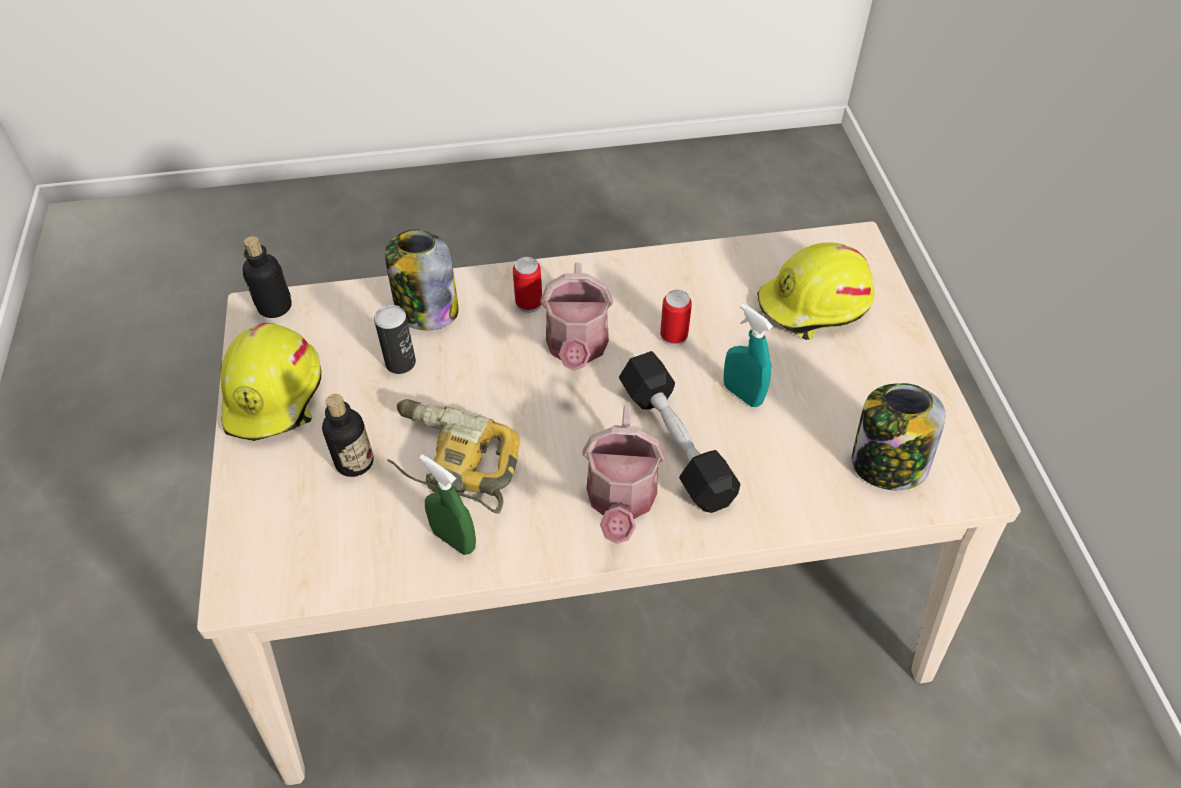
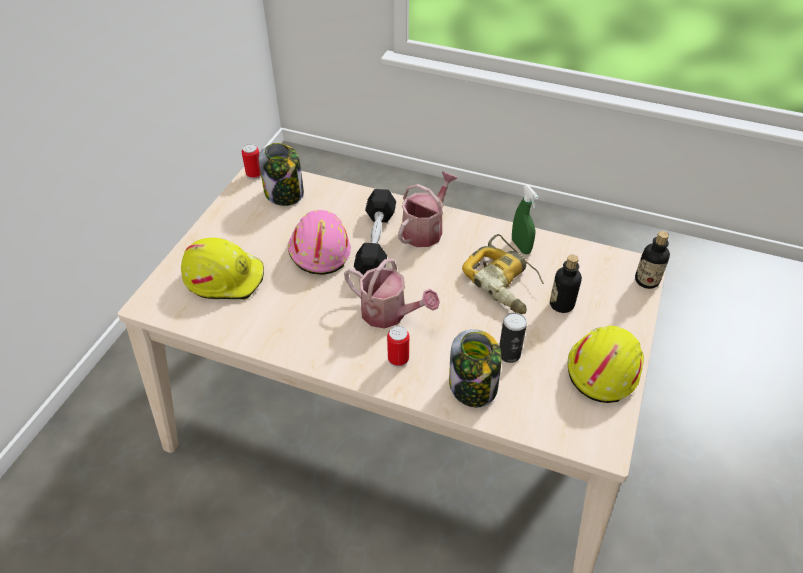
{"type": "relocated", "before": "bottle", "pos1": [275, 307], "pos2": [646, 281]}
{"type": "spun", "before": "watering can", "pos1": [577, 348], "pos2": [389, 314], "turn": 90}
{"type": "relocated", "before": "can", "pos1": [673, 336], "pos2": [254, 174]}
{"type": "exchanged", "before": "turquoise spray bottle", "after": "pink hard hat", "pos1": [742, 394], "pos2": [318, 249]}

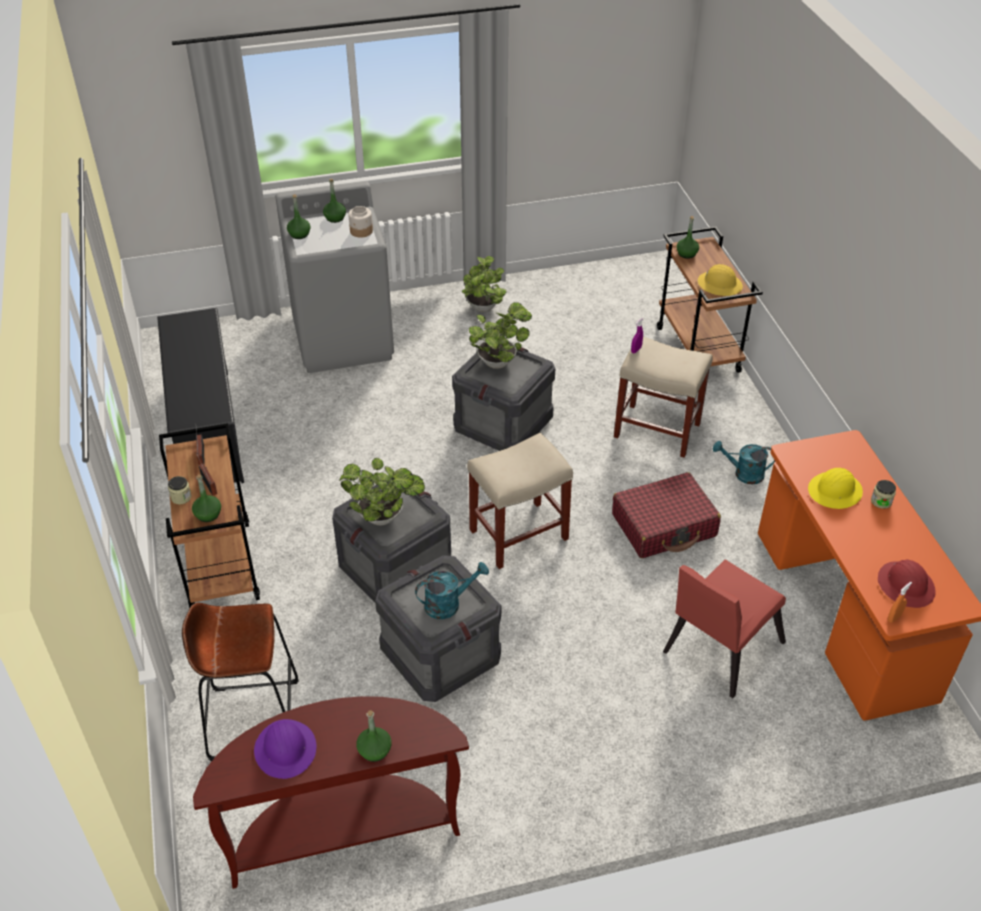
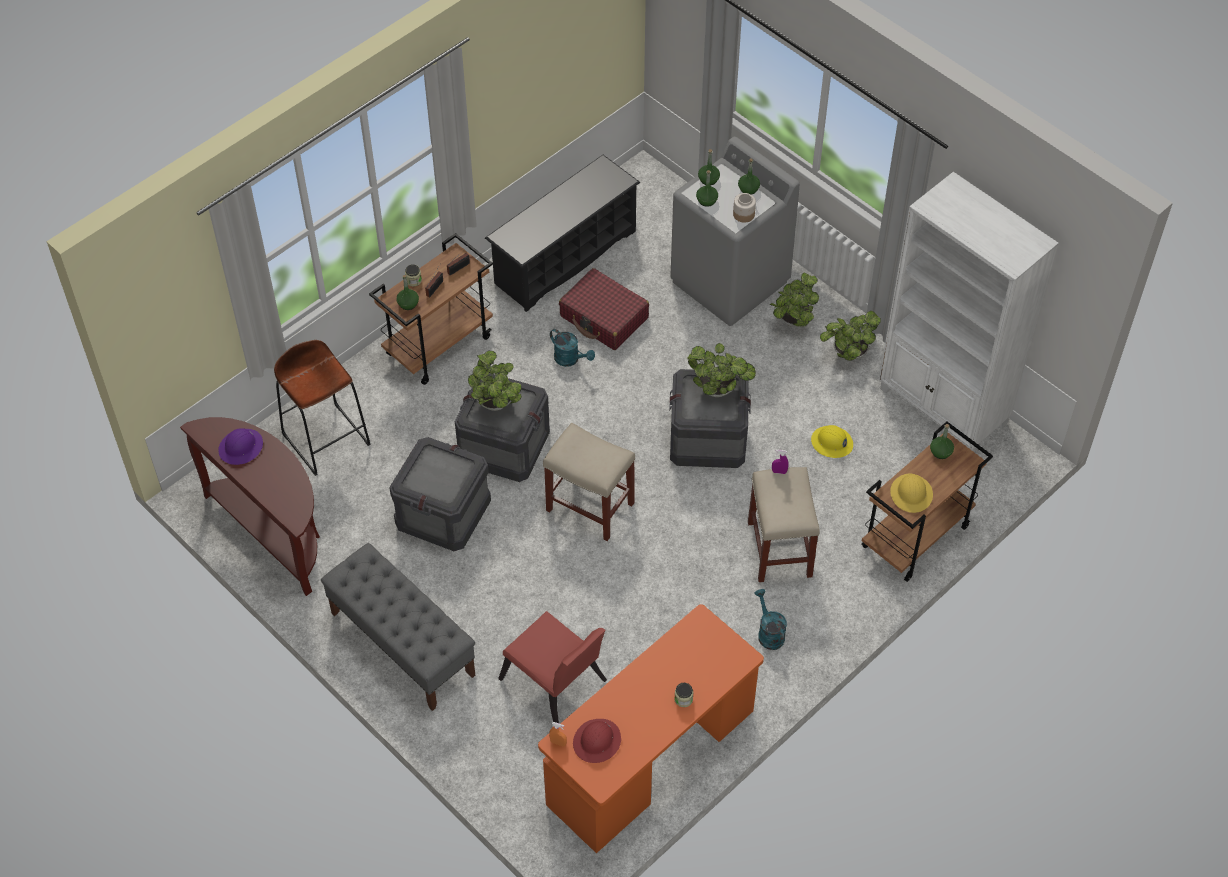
{"type": "relocated", "before": "yellow hard hat", "pos1": [835, 491], "pos2": [832, 443]}
{"type": "relocated", "before": "red suitcase", "pos1": [664, 525], "pos2": [604, 317]}
{"type": "spun", "before": "red chair", "pos1": [717, 650], "pos2": [556, 685], "turn": -150}
{"type": "relocated", "before": "turquoise watering can", "pos1": [448, 603], "pos2": [570, 359]}
{"type": "relocated", "before": "green bottle", "pos1": [374, 750], "pos2": [706, 200]}
{"type": "appeared", "after": "white bookcase", "pos2": [943, 407]}
{"type": "appeared", "after": "potted plant", "pos2": [793, 322]}
{"type": "appeared", "after": "grey bench", "pos2": [402, 644]}

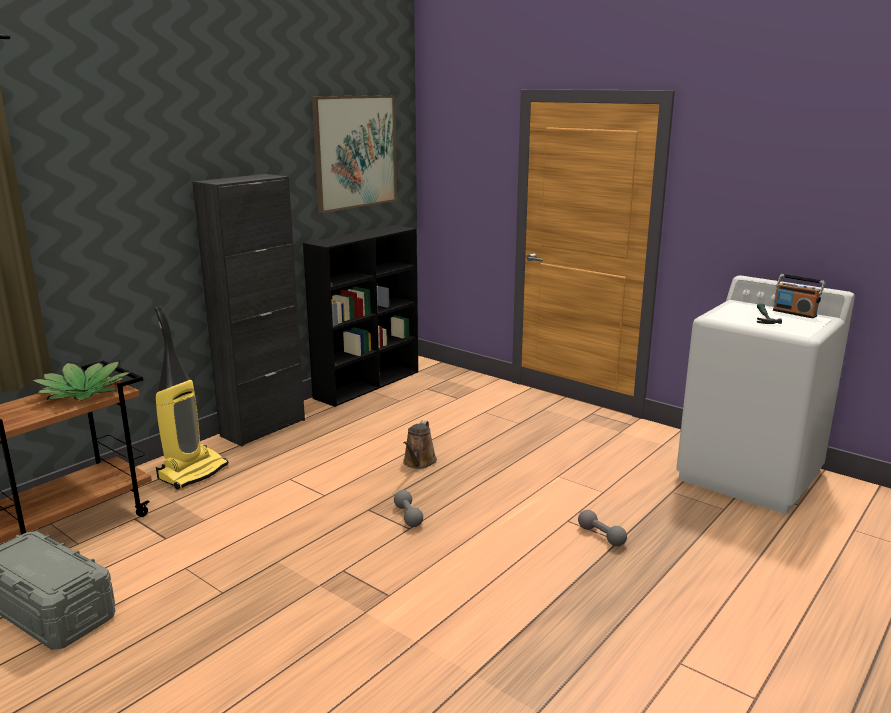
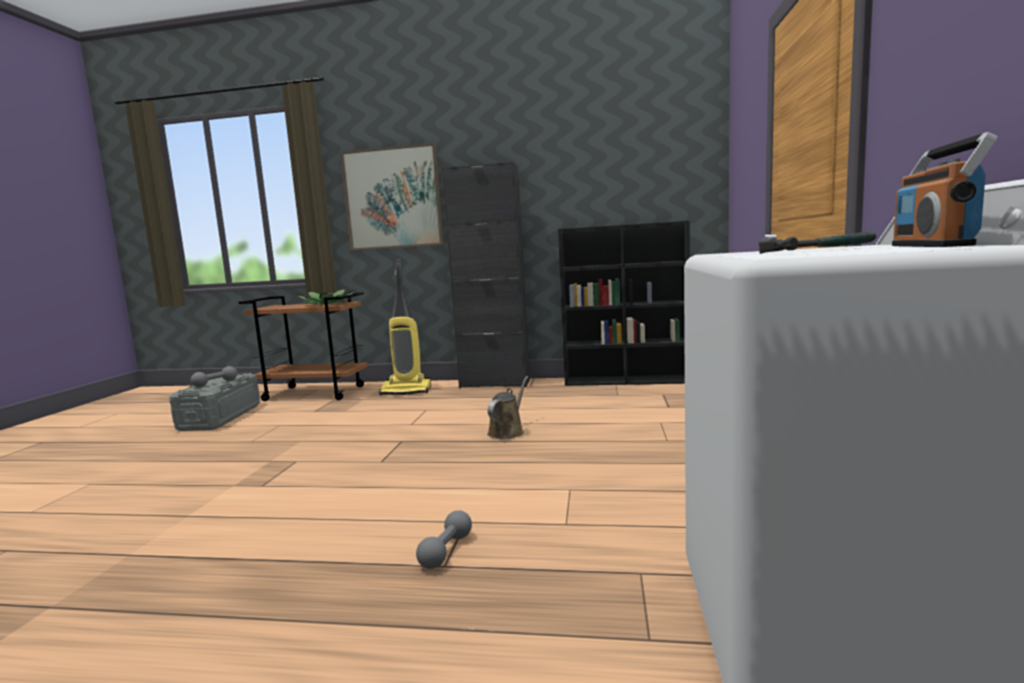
{"type": "relocated", "before": "picture", "pos1": [355, 152], "pos2": [393, 198]}
{"type": "spun", "before": "brown watering can", "pos1": [418, 462], "pos2": [507, 432], "turn": 135}
{"type": "relocated", "before": "grey dumbbell", "pos1": [408, 516], "pos2": [215, 383]}

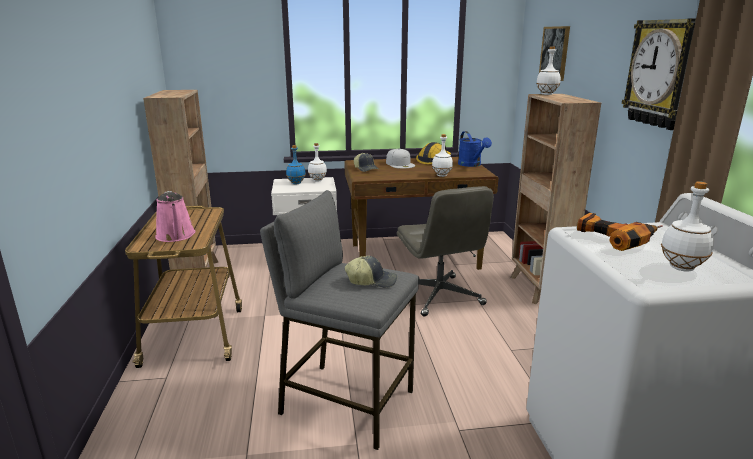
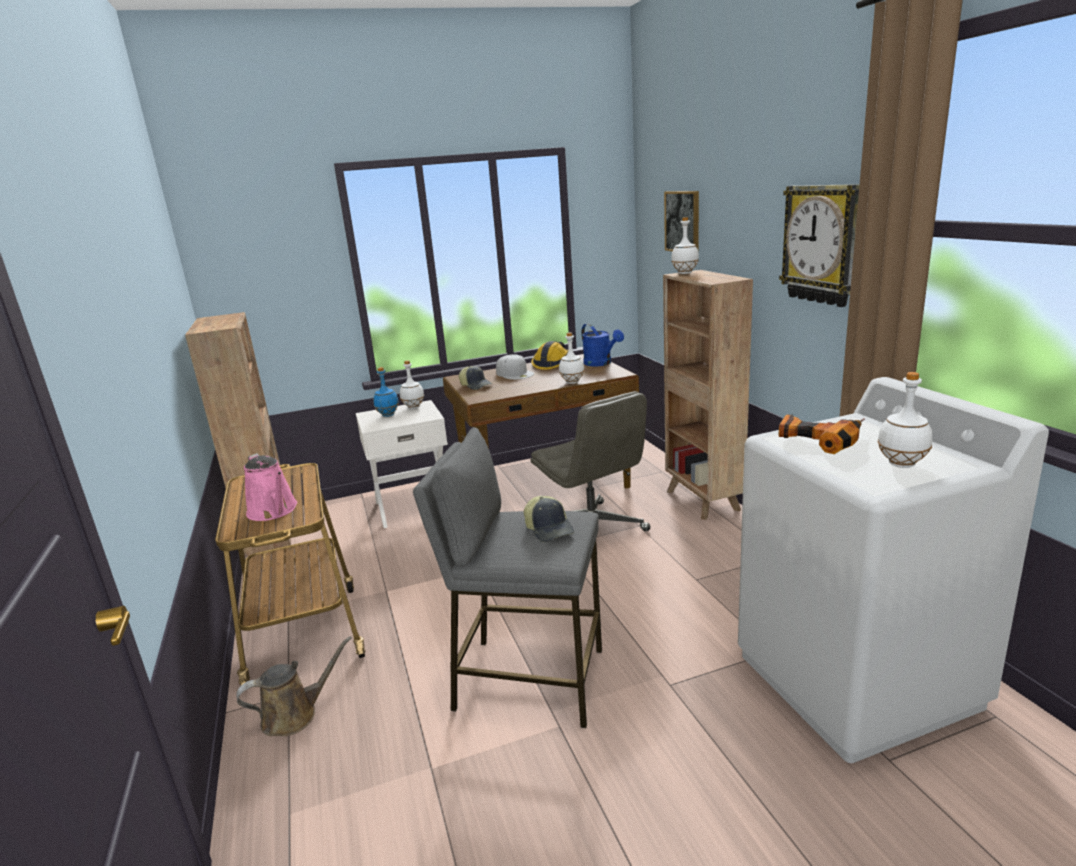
{"type": "spun", "before": "cap", "pos1": [372, 281], "pos2": [549, 529], "turn": 75}
{"type": "appeared", "after": "brown watering can", "pos2": [295, 715]}

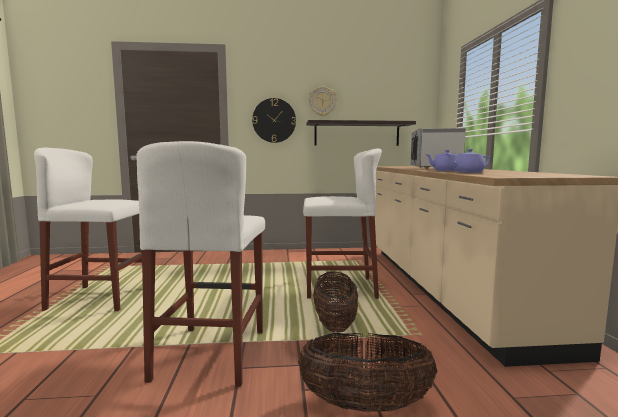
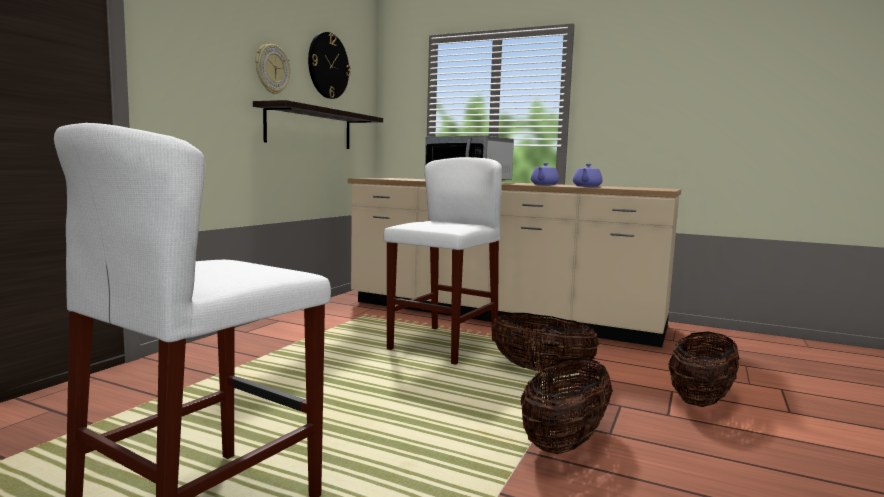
{"type": "relocated", "before": "wall clock", "pos1": [274, 120], "pos2": [328, 66]}
{"type": "exchanged", "before": "white stool", "after": "basket", "pos1": [211, 353], "pos2": [564, 442]}

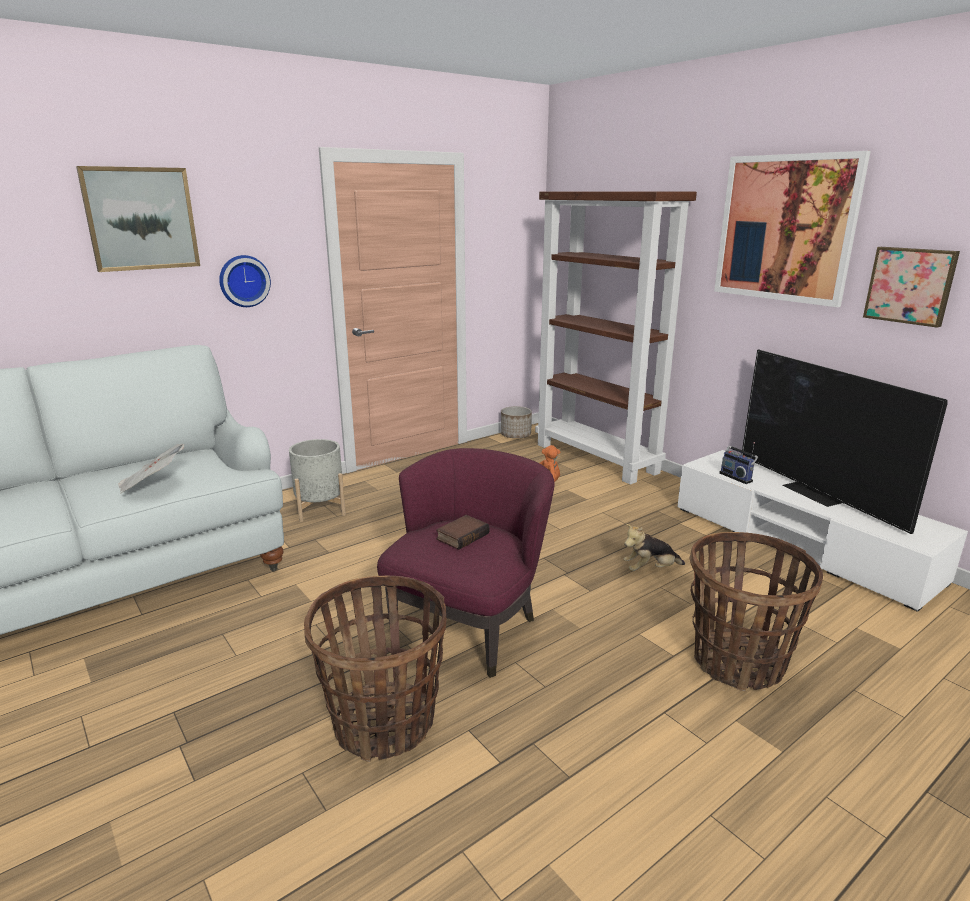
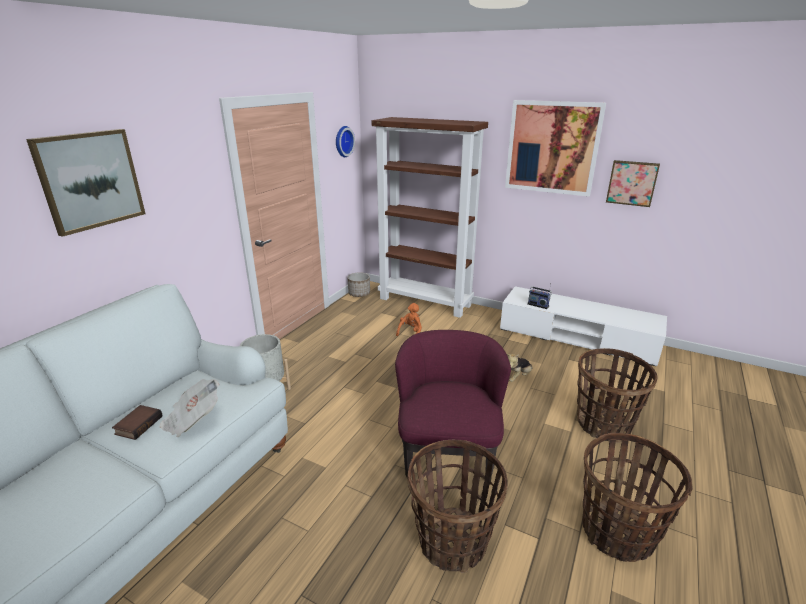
{"type": "relocated", "before": "wall clock", "pos1": [243, 281], "pos2": [342, 141]}
{"type": "missing", "before": "television", "pos1": [816, 493]}
{"type": "relocated", "before": "book", "pos1": [462, 536], "pos2": [138, 424]}
{"type": "appeared", "after": "basket", "pos2": [617, 532]}

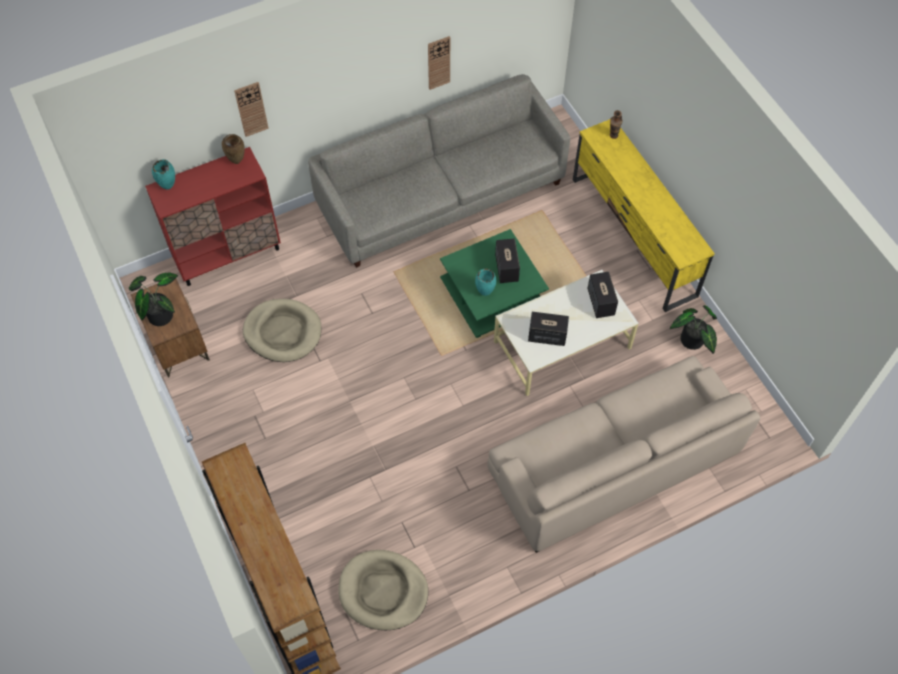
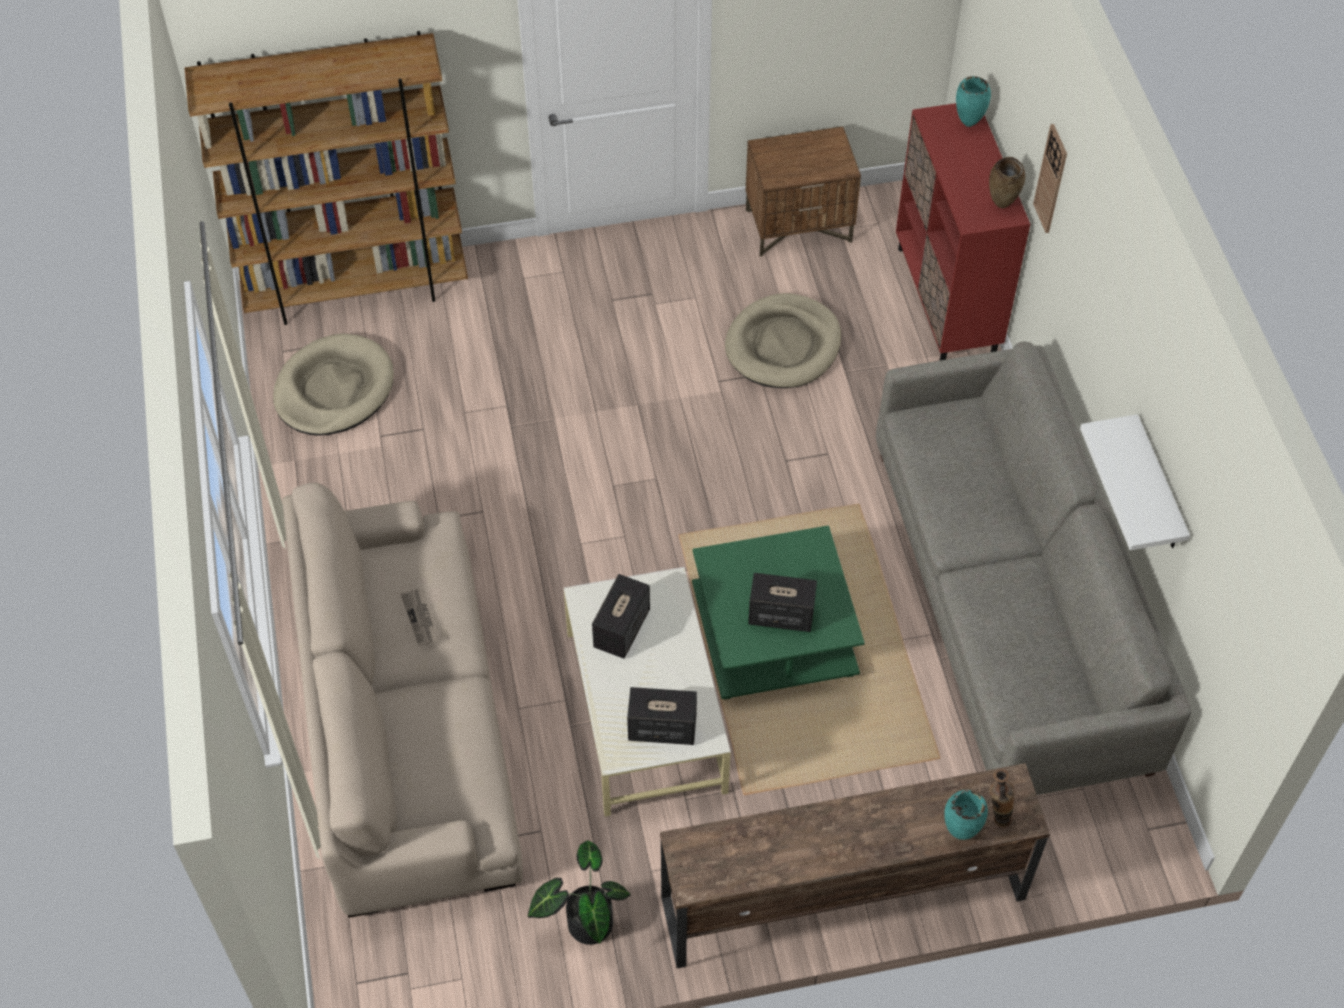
{"type": "exchanged", "before": "wall clock", "after": "white shelf", "pos1": [438, 62], "pos2": [1158, 487]}
{"type": "colour", "before": "yellow tv stand", "after": "brown tv stand", "pos1": [633, 237], "pos2": [841, 898]}
{"type": "relocated", "before": "turquoise vase", "pos1": [484, 293], "pos2": [960, 832]}
{"type": "missing", "before": "potted plant", "pos1": [159, 313]}
{"type": "appeared", "after": "newspaper", "pos2": [421, 618]}

